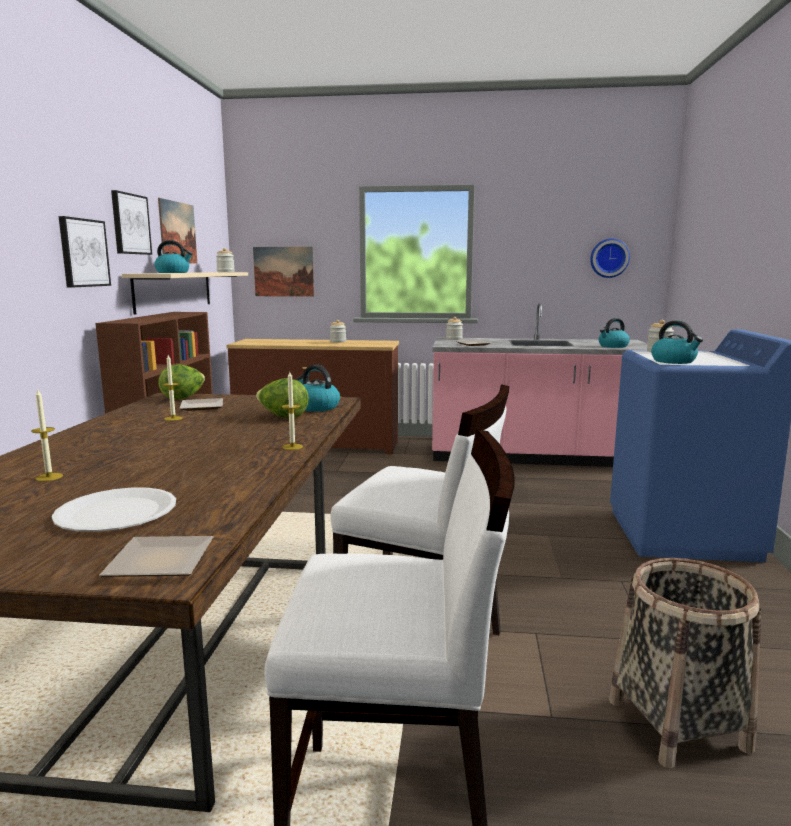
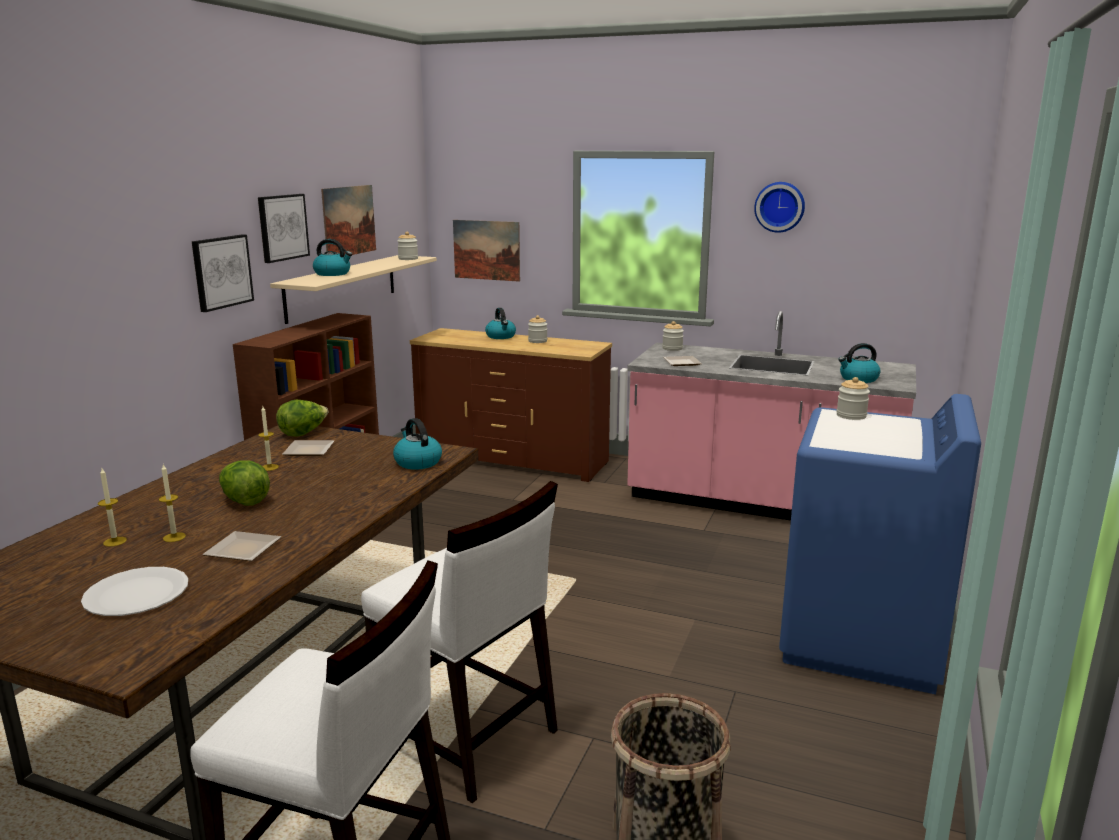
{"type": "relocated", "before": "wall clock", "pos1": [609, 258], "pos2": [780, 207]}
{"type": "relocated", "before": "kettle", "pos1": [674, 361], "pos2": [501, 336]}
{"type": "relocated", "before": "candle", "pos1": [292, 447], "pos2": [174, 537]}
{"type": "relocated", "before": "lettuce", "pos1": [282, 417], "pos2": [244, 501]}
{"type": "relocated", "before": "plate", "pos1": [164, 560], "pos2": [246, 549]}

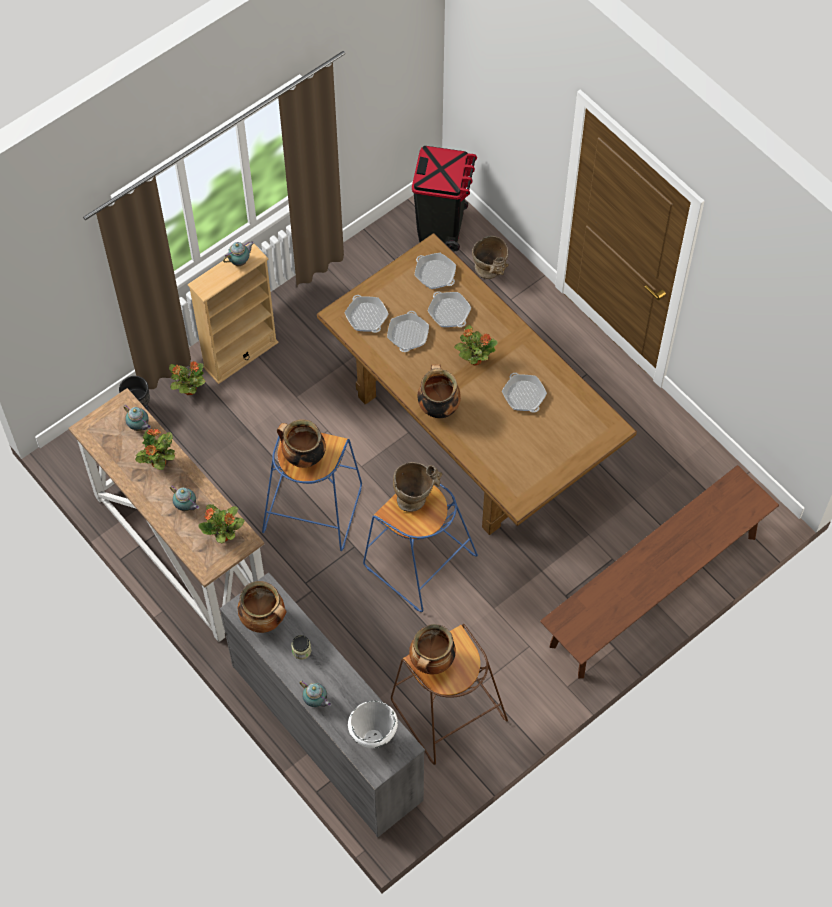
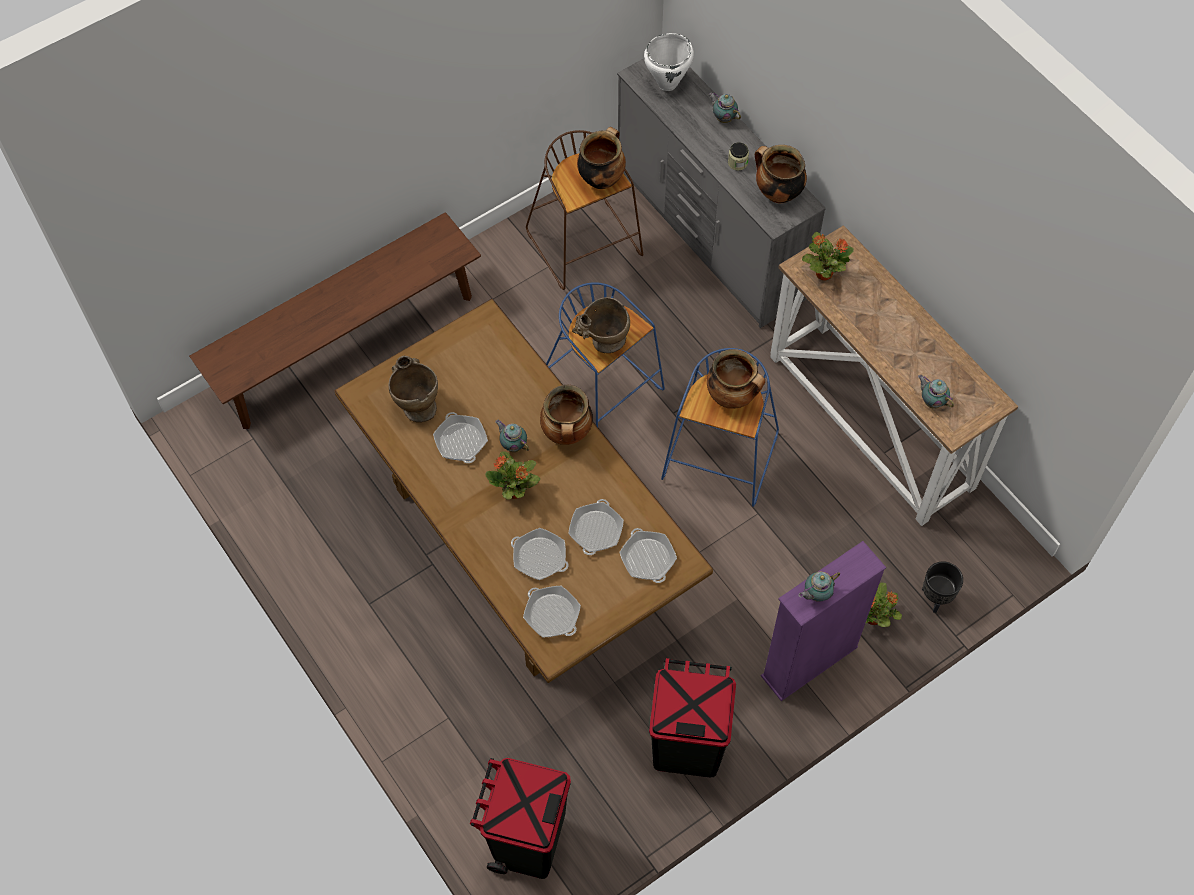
{"type": "relocated", "before": "beige vase", "pos1": [490, 272], "pos2": [416, 403]}
{"type": "colour", "before": "beige bookcase", "after": "purple bookcase", "pos1": [240, 355], "pos2": [809, 662]}
{"type": "spun", "before": "frying pan", "pos1": [449, 312], "pos2": [539, 557], "turn": 150}
{"type": "missing", "before": "potted plant", "pos1": [158, 463]}
{"type": "relocated", "before": "teapot", "pos1": [186, 506], "pos2": [513, 445]}
{"type": "appeared", "after": "black trash can", "pos2": [687, 747]}

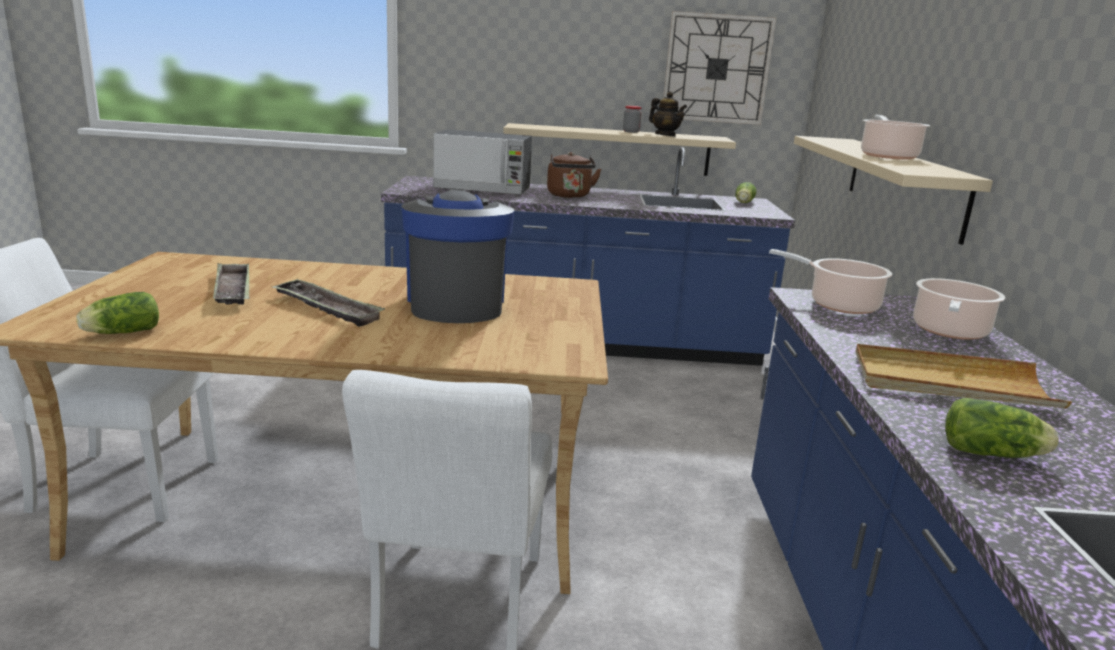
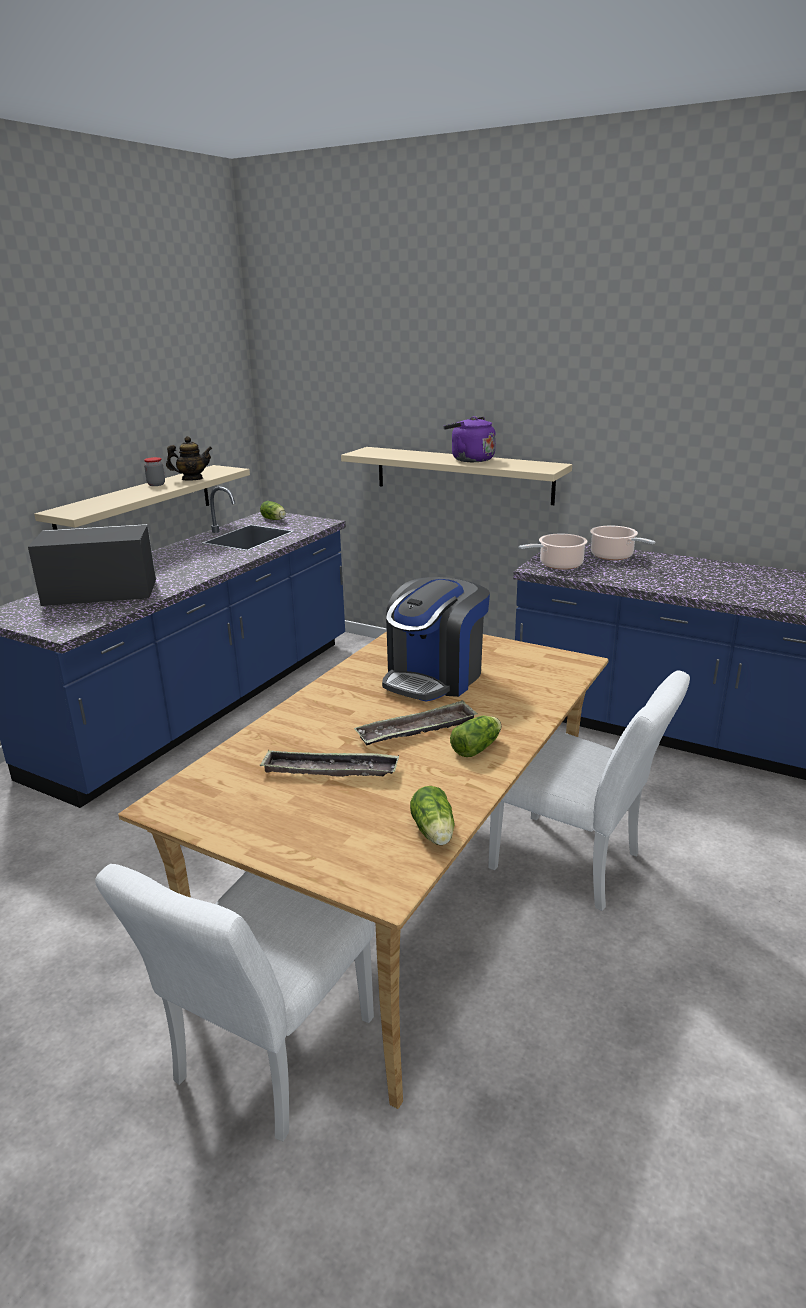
{"type": "missing", "before": "wall clock", "pos1": [716, 69]}
{"type": "exchanged", "before": "cooking pot", "after": "purple kettle", "pos1": [887, 156], "pos2": [469, 459]}
{"type": "spun", "before": "microwave", "pos1": [483, 189], "pos2": [100, 594], "turn": -135}
{"type": "missing", "before": "brown kettle", "pos1": [569, 196]}
{"type": "spun", "before": "coffee machine", "pos1": [455, 303], "pos2": [434, 677], "turn": -75}
{"type": "missing", "before": "beige tray", "pos1": [950, 383]}
{"type": "relocated", "before": "lettuce", "pos1": [994, 454], "pos2": [478, 747]}

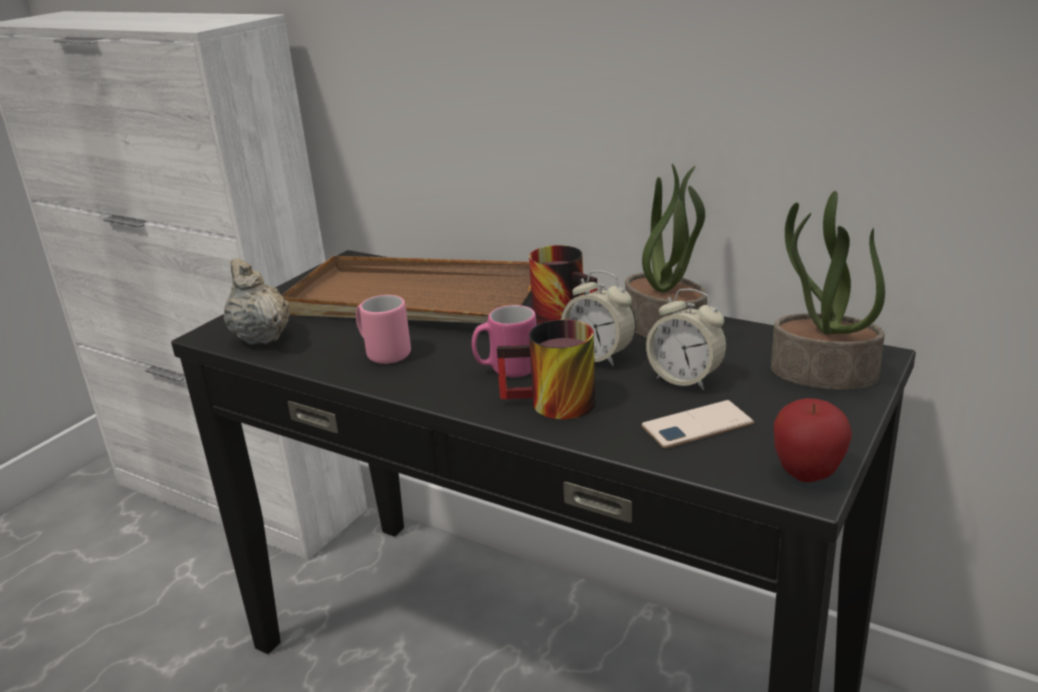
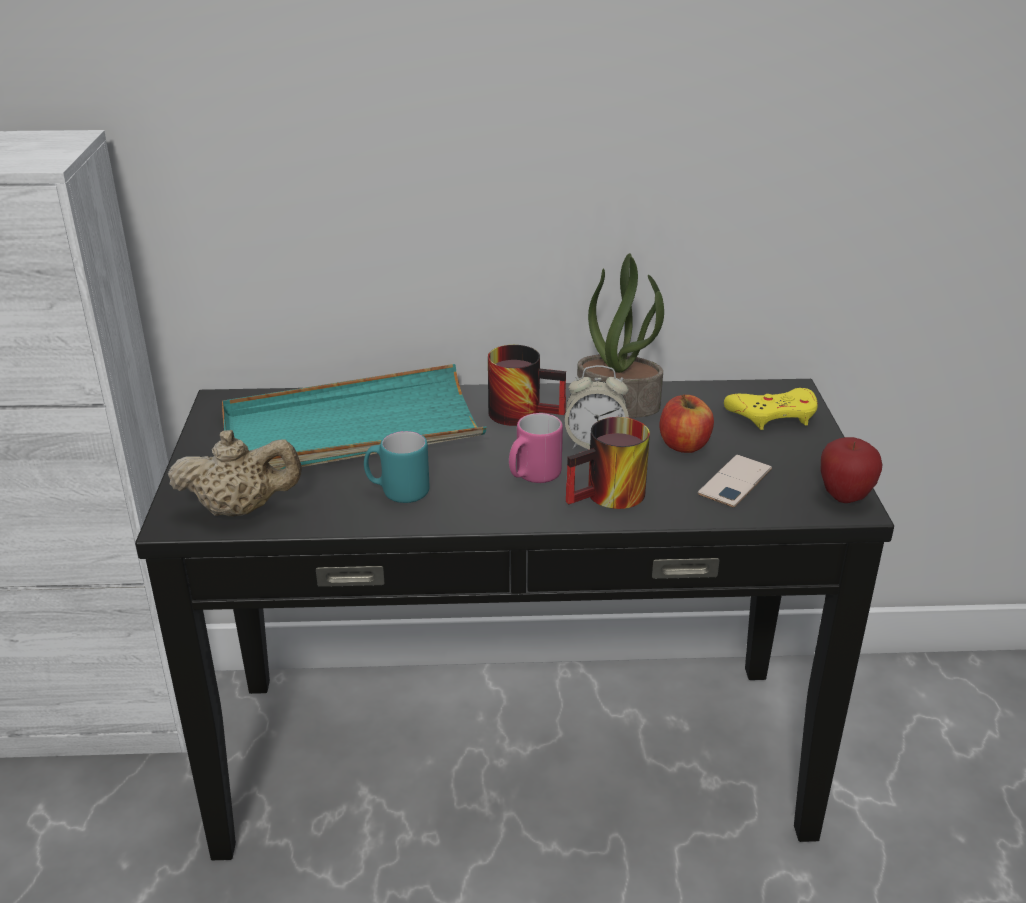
{"type": "exchanged", "before": "potted plant", "after": "yellow game controller", "pos1": [822, 374], "pos2": [773, 415]}
{"type": "colour", "before": "brown tray", "after": "turquoise tray", "pos1": [410, 300], "pos2": [351, 430]}
{"type": "spun", "before": "beige teapot", "pos1": [261, 337], "pos2": [241, 509], "turn": 150}
{"type": "exchanged", "before": "alarm clock", "after": "apple", "pos1": [685, 379], "pos2": [684, 445]}
{"type": "colour", "before": "pink mug", "after": "turquoise mug", "pos1": [383, 353], "pos2": [397, 492]}

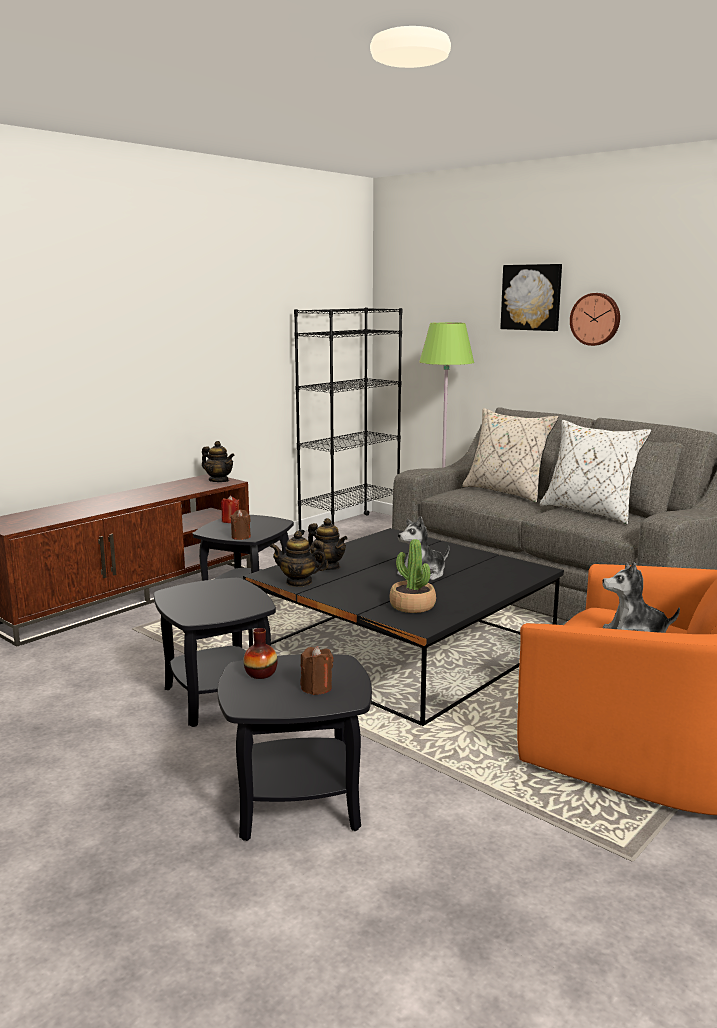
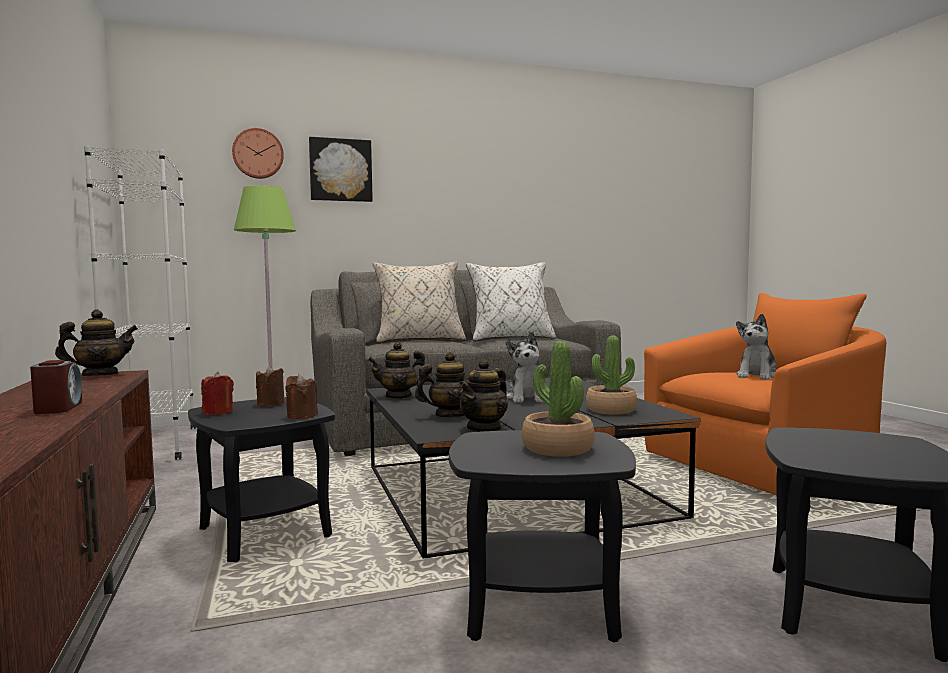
{"type": "relocated", "before": "wall clock", "pos1": [596, 319], "pos2": [258, 154]}
{"type": "colour", "before": "black bookcase", "after": "white bookcase", "pos1": [350, 528], "pos2": [154, 445]}
{"type": "missing", "before": "vase", "pos1": [261, 673]}
{"type": "relocated", "before": "brown candle", "pos1": [316, 688], "pos2": [270, 404]}
{"type": "appeared", "after": "potted plant", "pos2": [557, 448]}
{"type": "appeared", "after": "teapot", "pos2": [398, 396]}
{"type": "appeared", "after": "alarm clock", "pos2": [58, 408]}

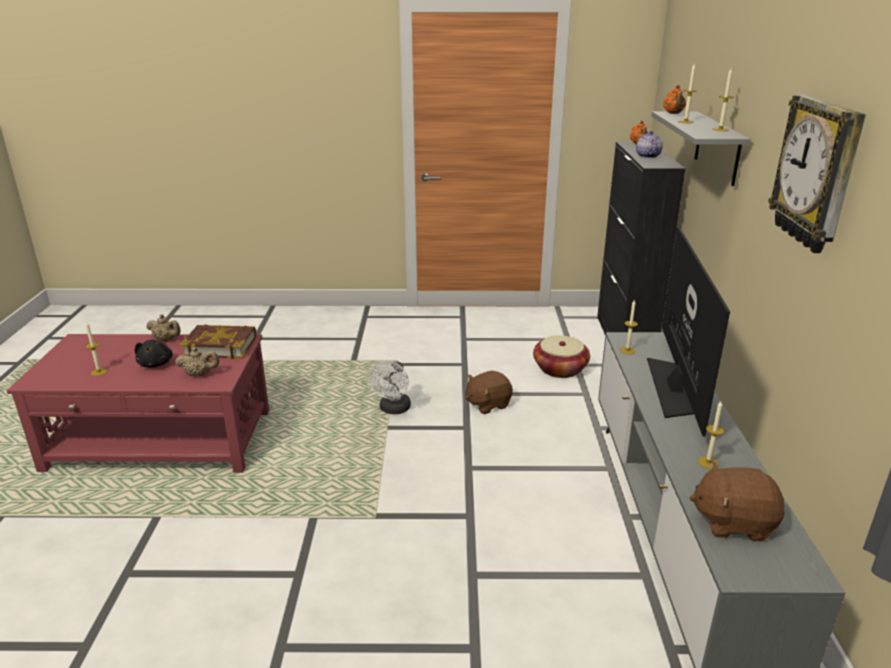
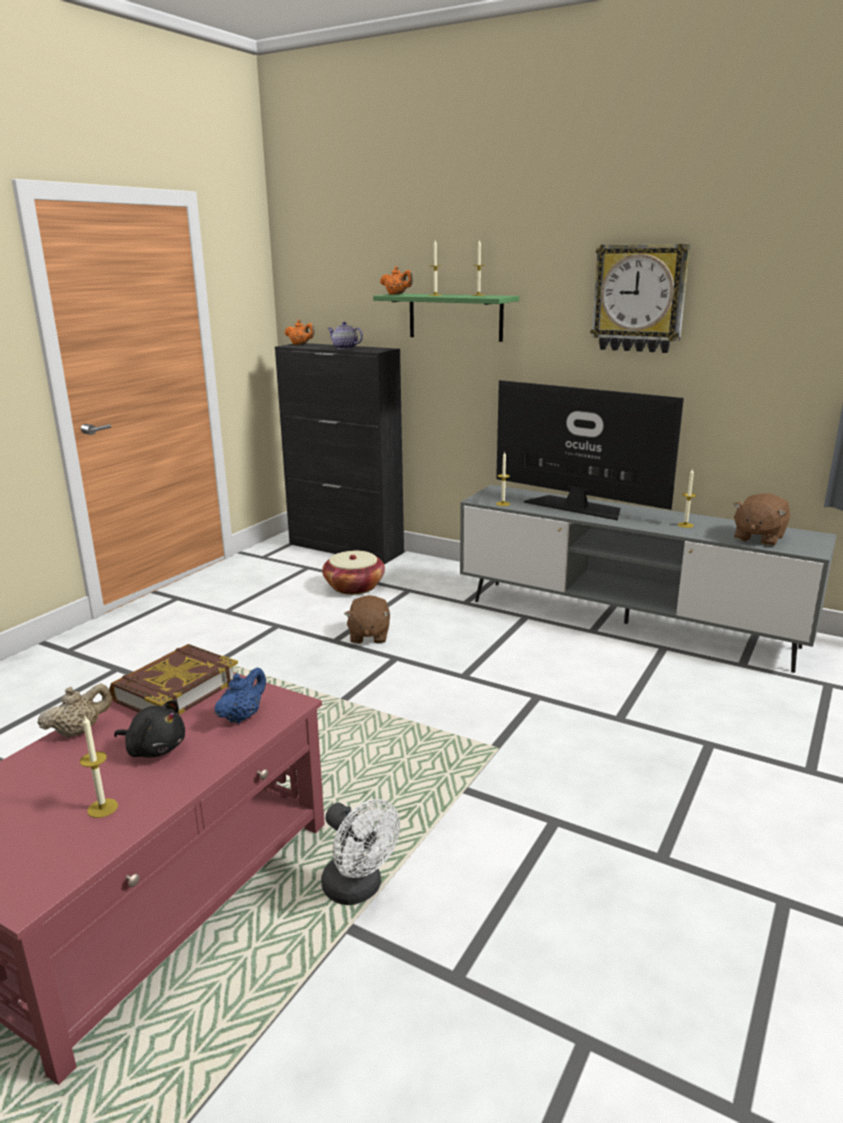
{"type": "colour", "before": "grey shelf", "after": "green shelf", "pos1": [717, 148], "pos2": [455, 317]}
{"type": "colour", "before": "beige teapot", "after": "blue teapot", "pos1": [199, 374], "pos2": [242, 716]}
{"type": "relocated", "before": "white fan", "pos1": [393, 409], "pos2": [358, 890]}

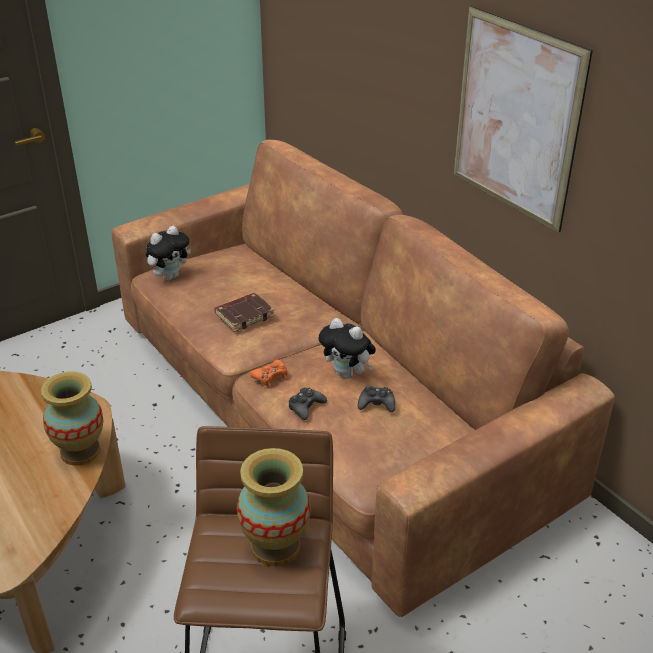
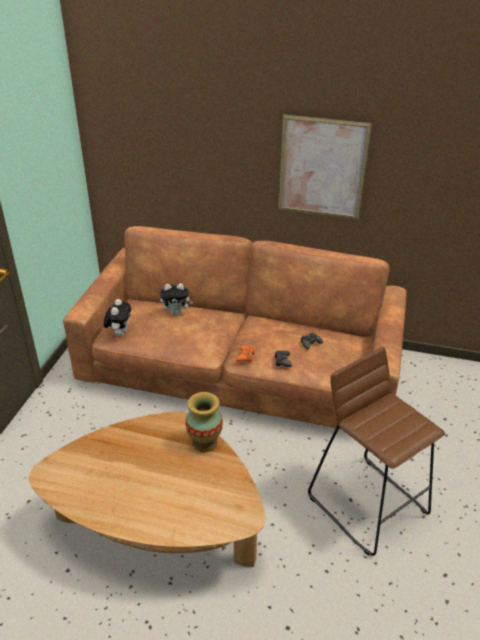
{"type": "missing", "before": "brown book", "pos1": [244, 315]}
{"type": "relocated", "before": "plush toy", "pos1": [347, 374], "pos2": [176, 313]}
{"type": "missing", "before": "vase", "pos1": [275, 546]}

